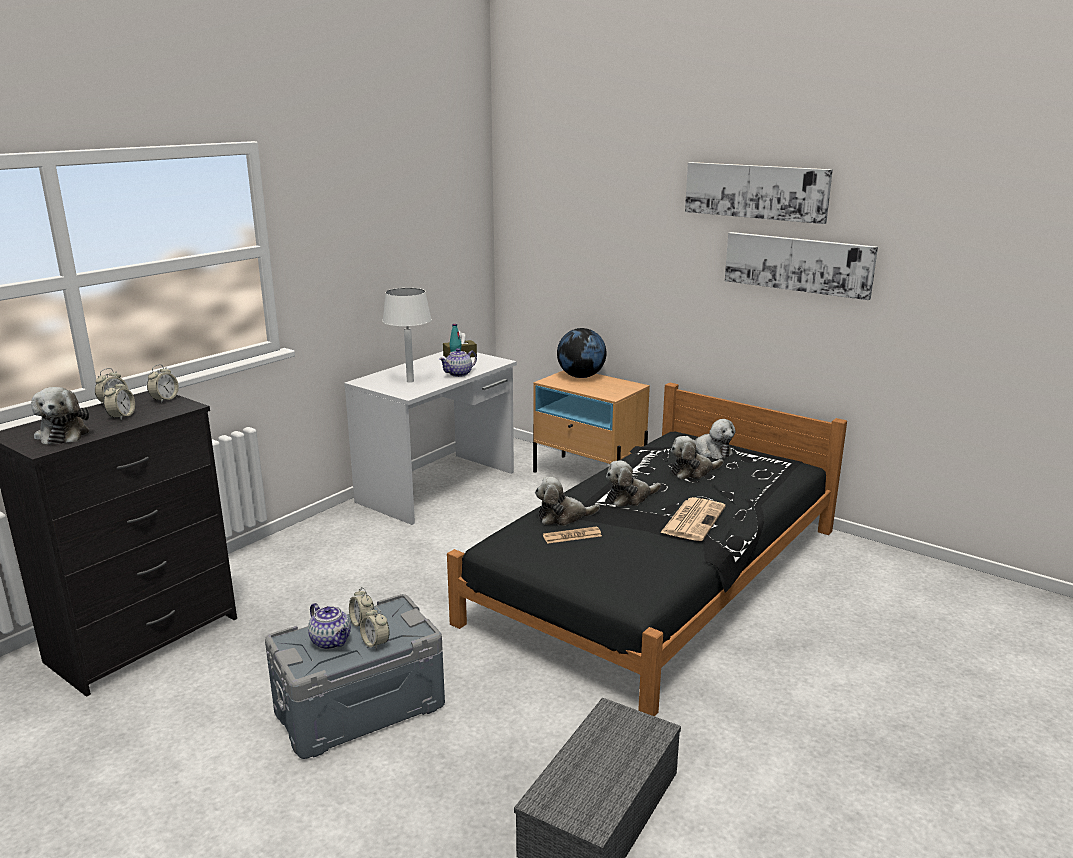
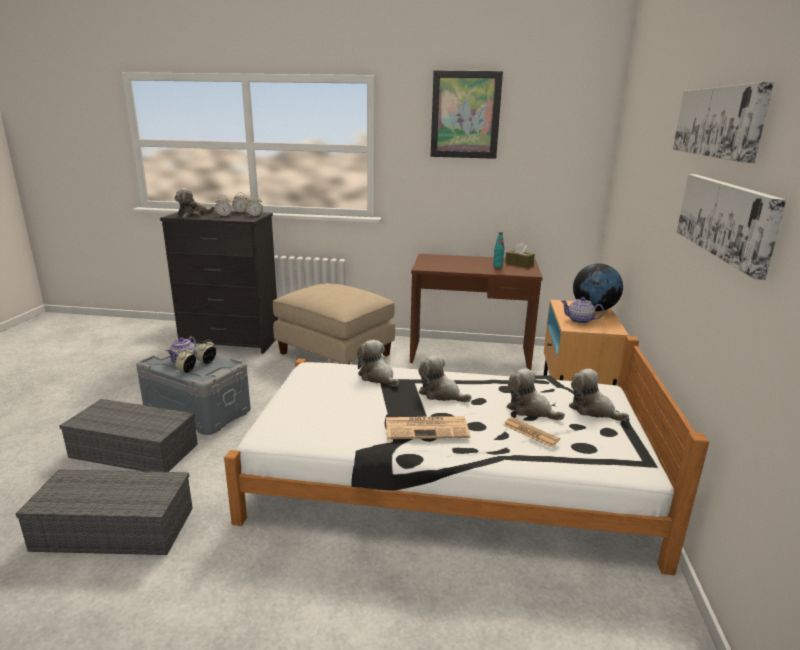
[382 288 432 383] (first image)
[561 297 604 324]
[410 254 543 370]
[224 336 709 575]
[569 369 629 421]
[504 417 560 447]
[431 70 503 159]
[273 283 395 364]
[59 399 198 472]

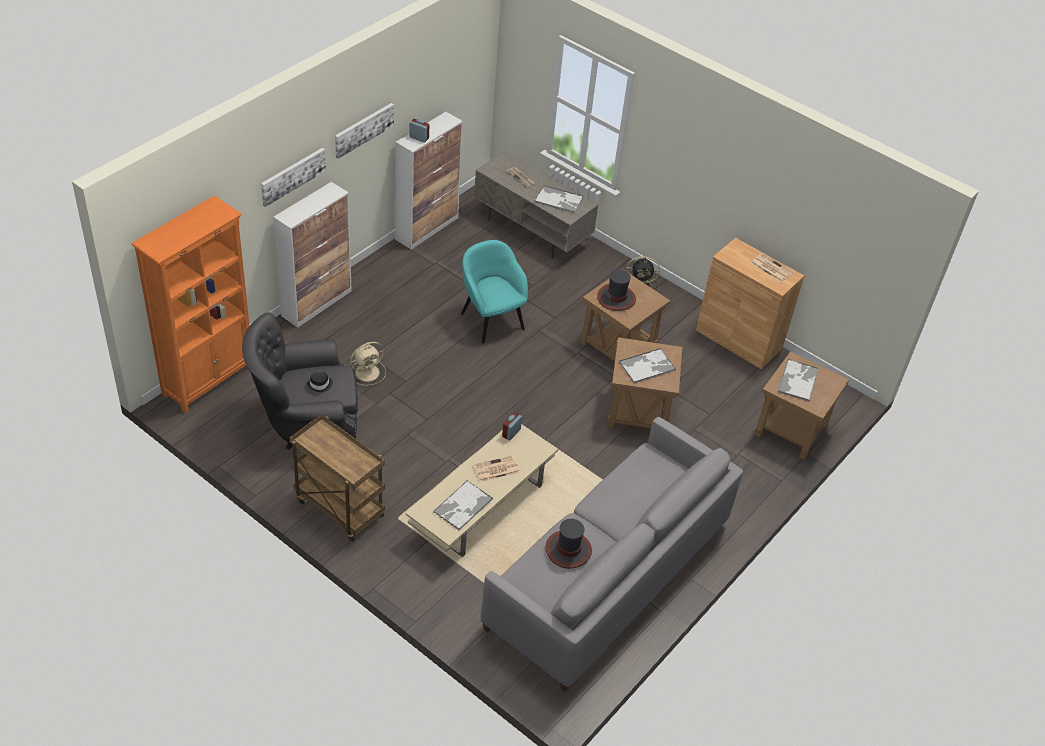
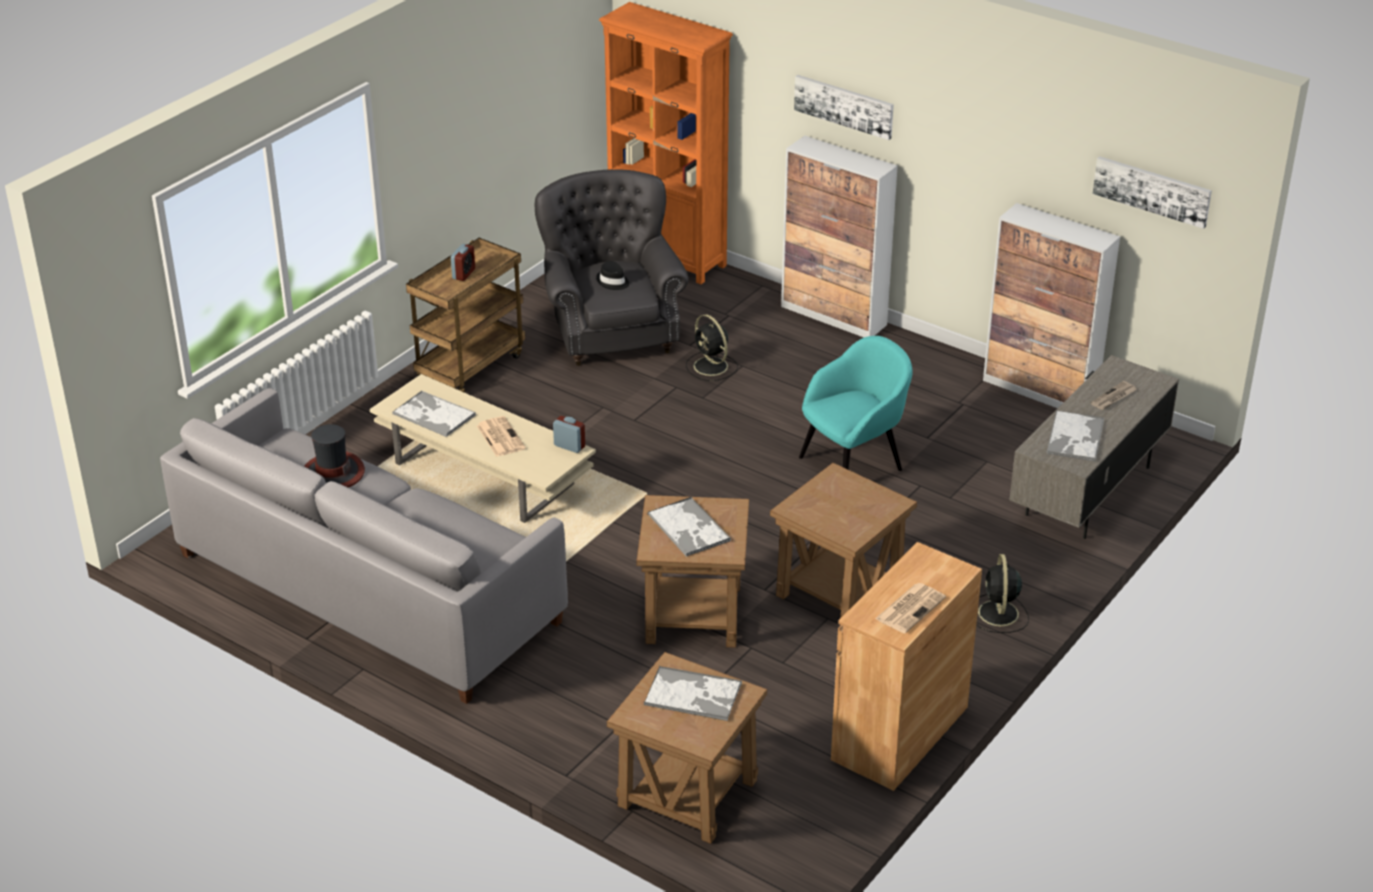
[1093 156 1212 229]
[451 244 475 281]
[597 269 636 311] (first image)
[686 314 738 381]

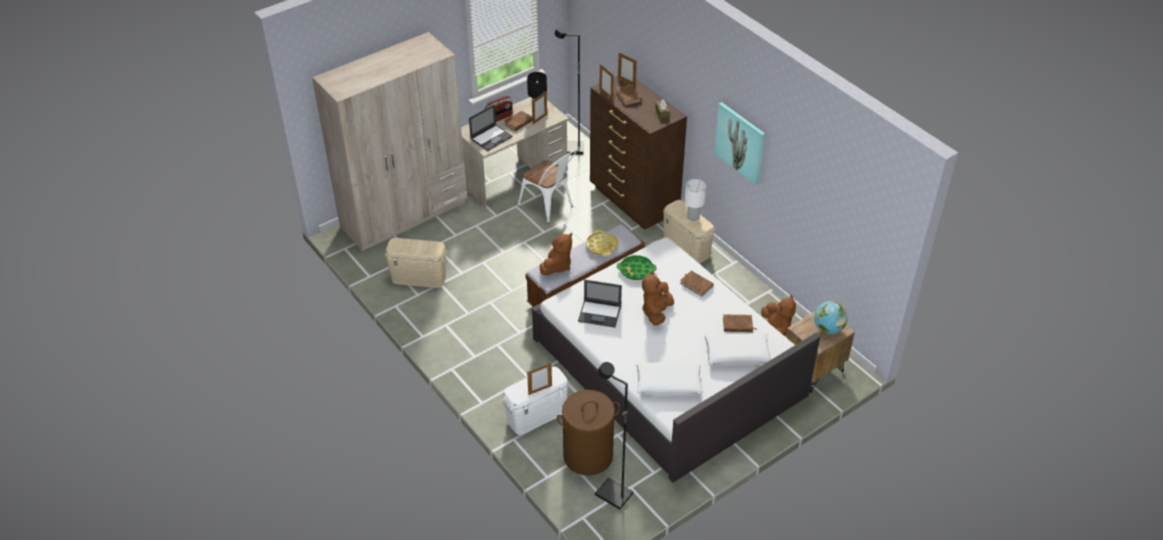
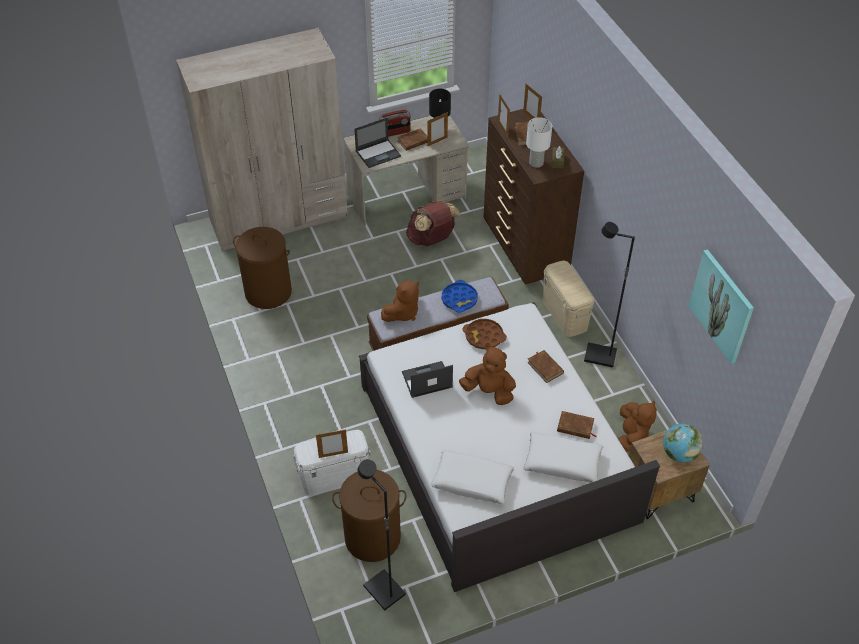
[584 222 635 367]
[689 249 754 364]
[406 201 460 246]
[526 117 552 168]
[442 280 478 312]
[233 227 292 309]
[462 319 507 349]
[459 345 516 405]
[402 361 453 398]

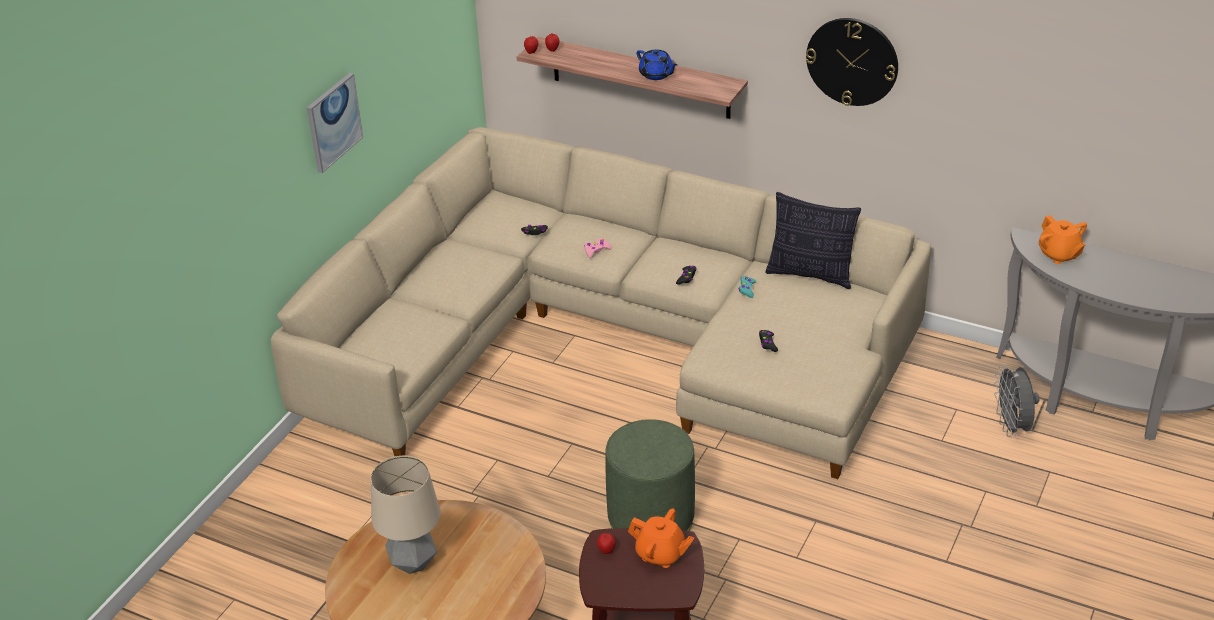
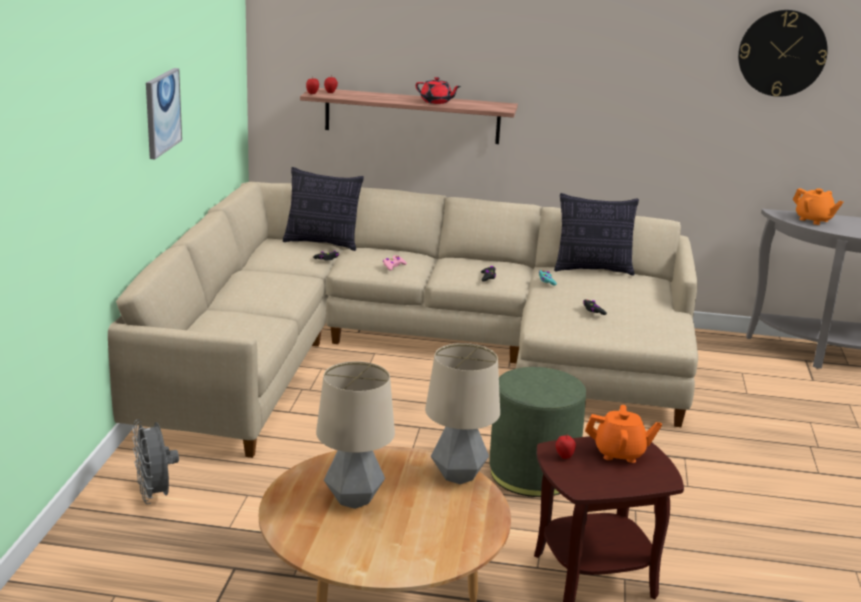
[738 10 828 97]
[416 77 461 104]
[132 419 179 504]
[283 167 364 251]
[425 343 500 484]

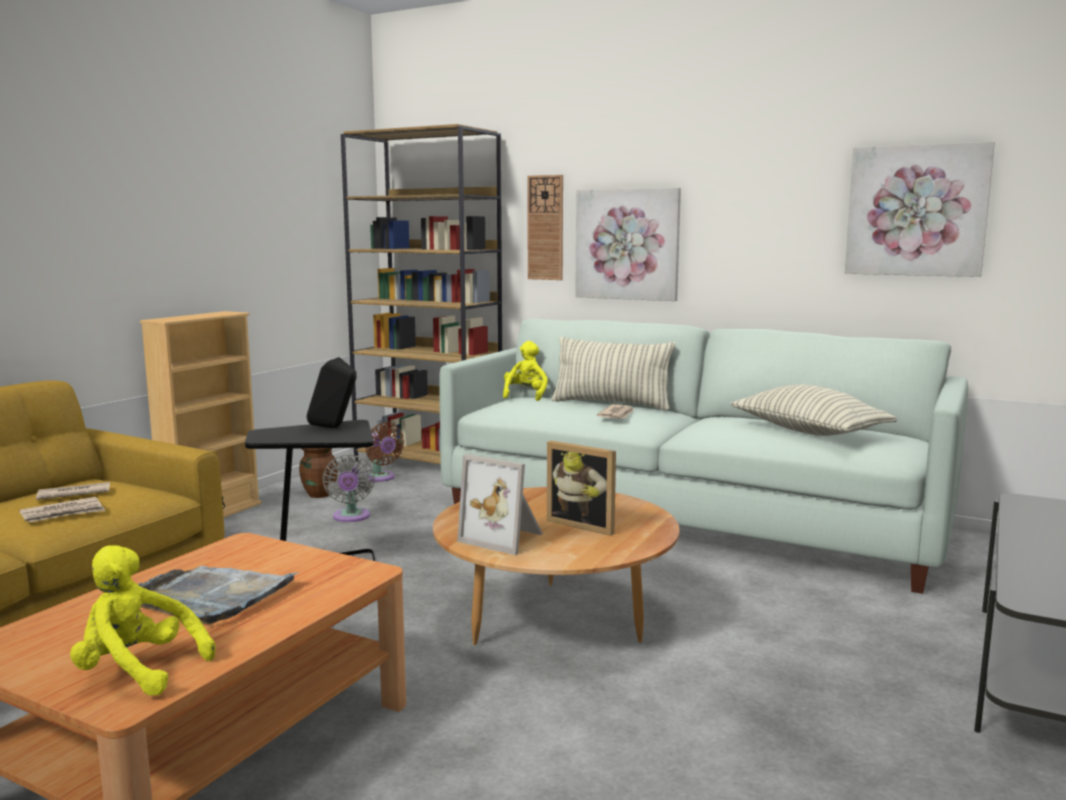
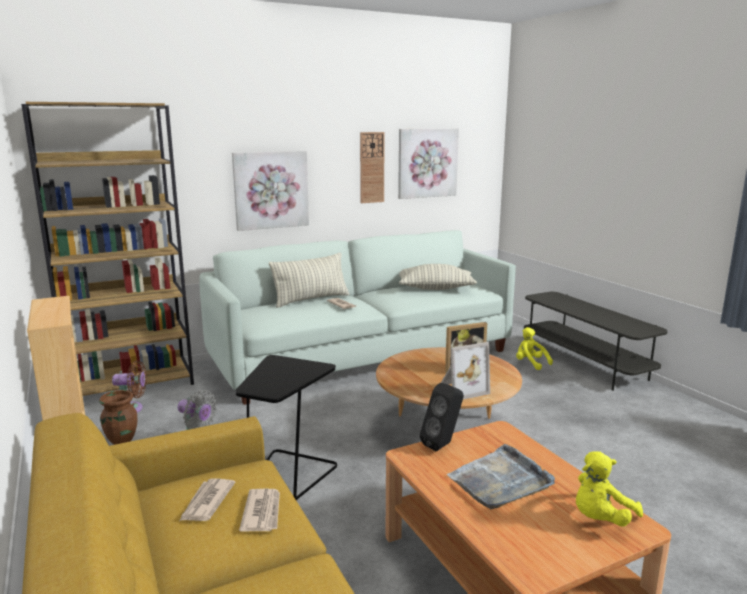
[360 132 385 203]
[516 327 553 370]
[420 383 464 451]

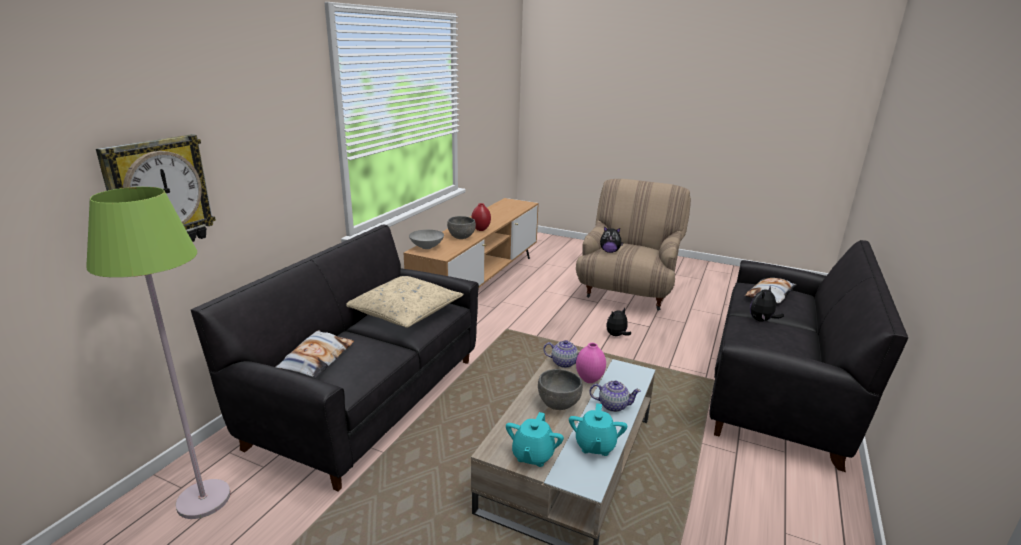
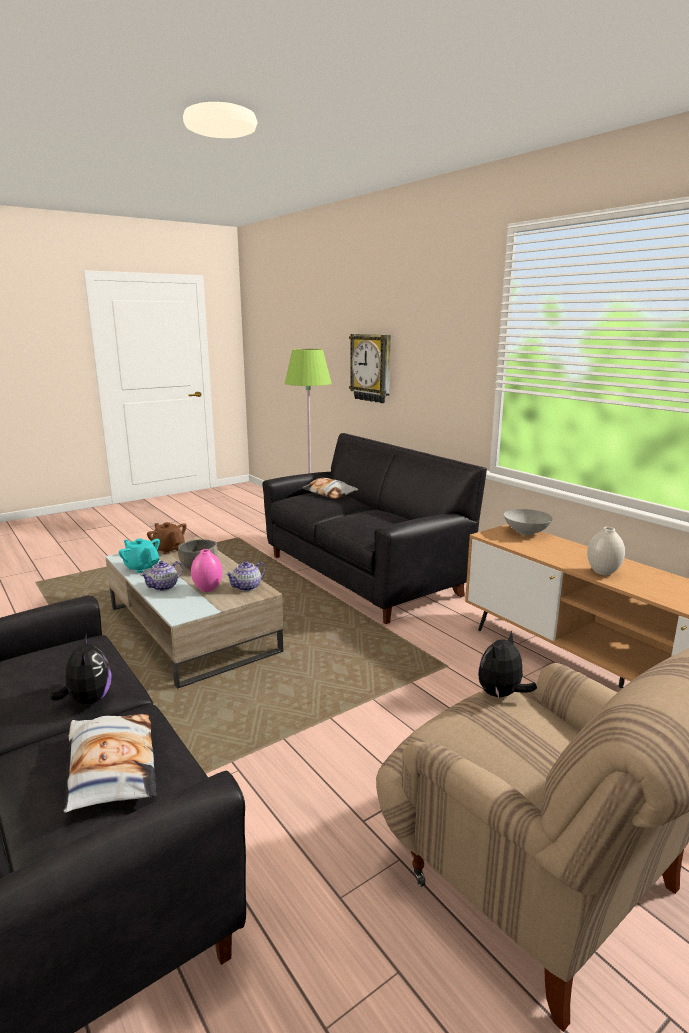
[587 527 625 575]
[447 216 476 239] (first image)
[346 276 464 328] (first image)
[606 308 631 336] (first image)
[147 522 187 554]

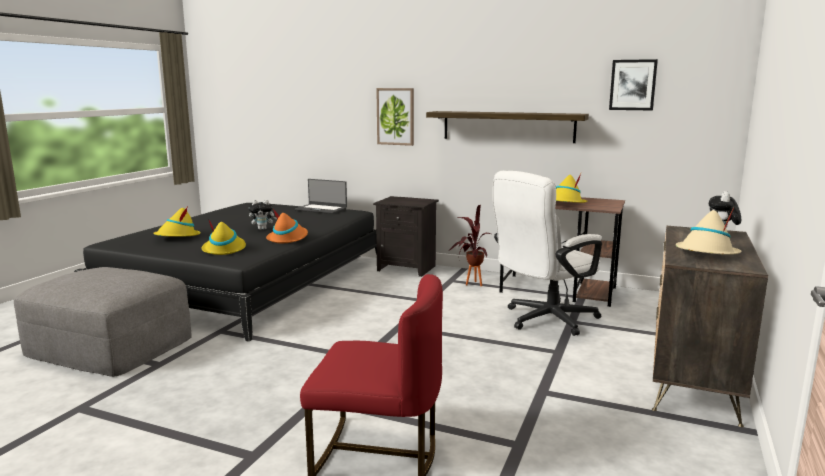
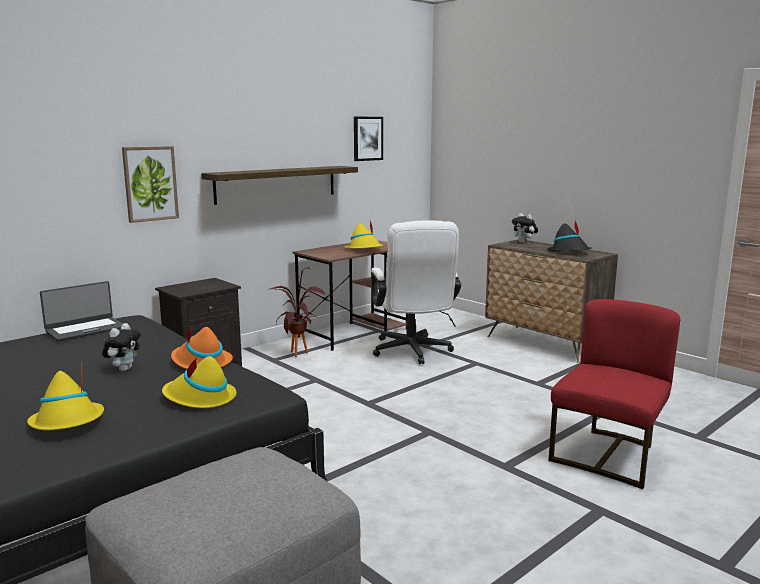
[547 221 592 251]

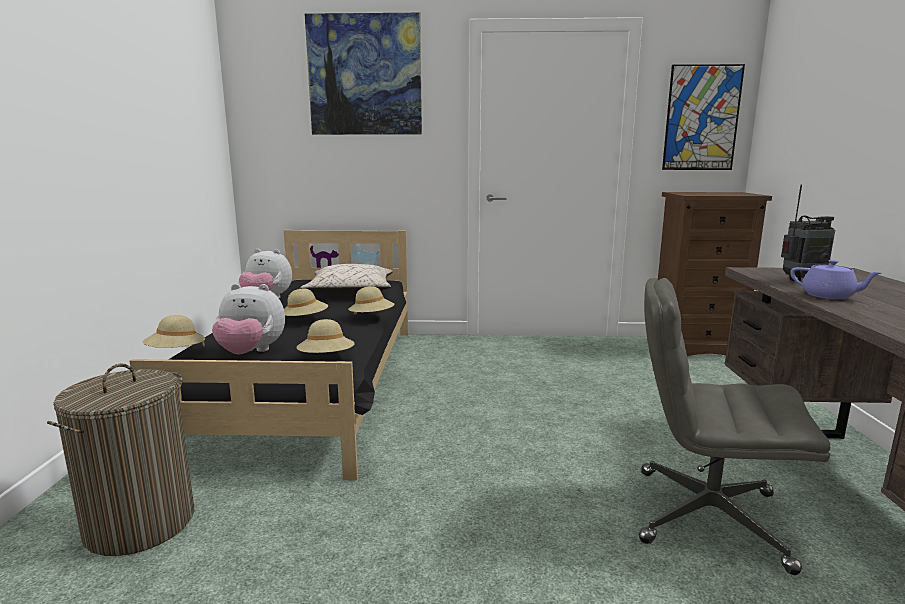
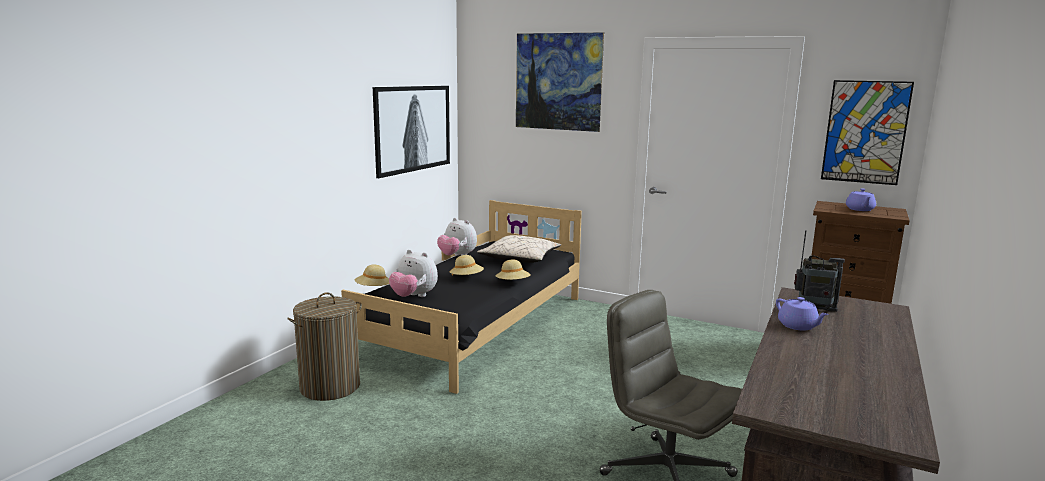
[297 319 355 353] (first image)
[373 86 450 178]
[846 189 876 211]

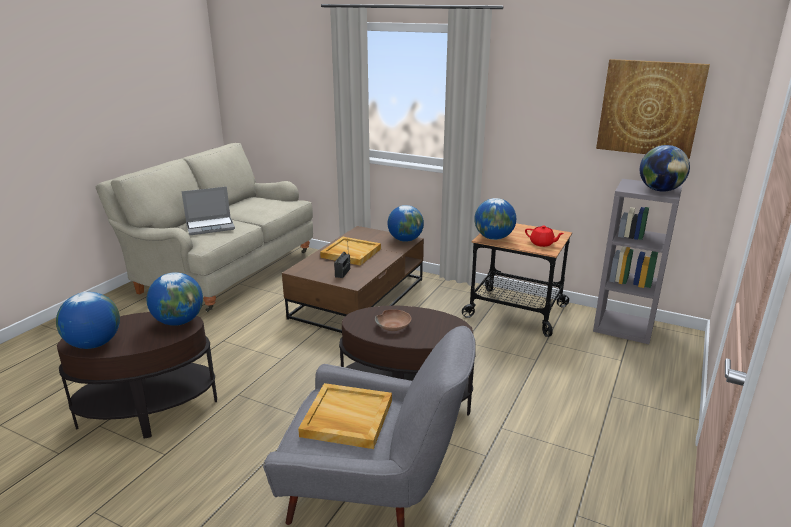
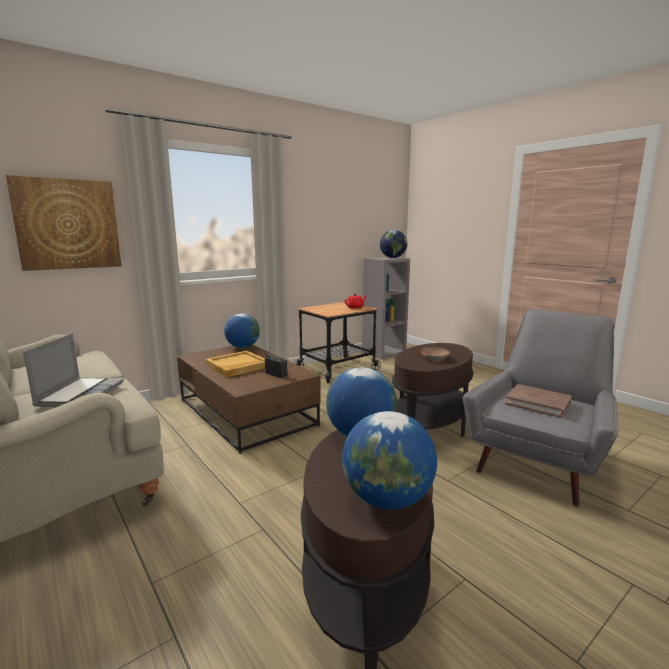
[6 175 121 271]
[474 198 516 240] (first image)
[505 384 572 418]

